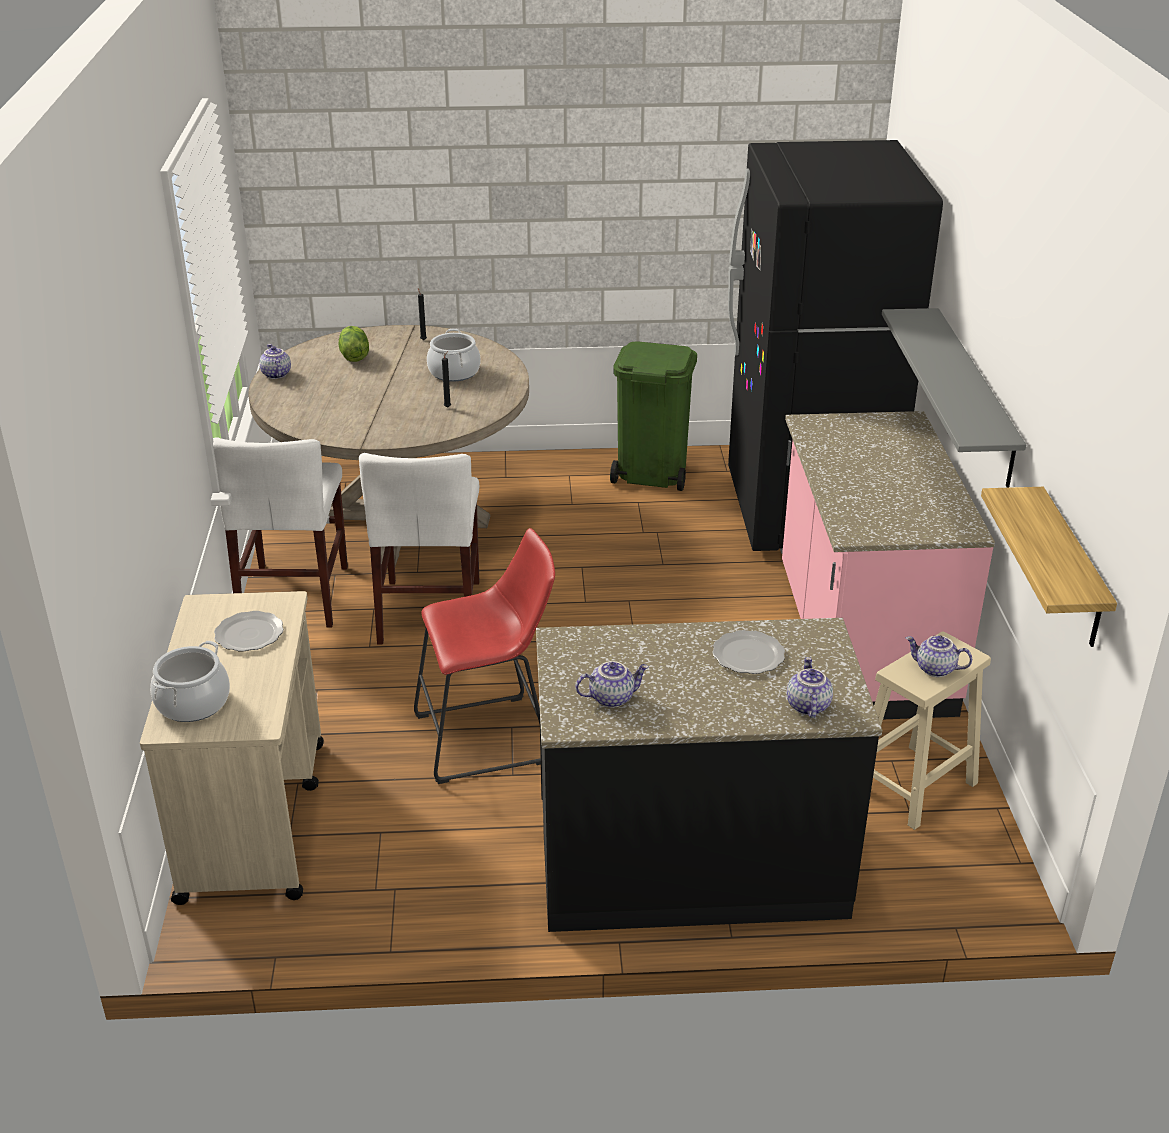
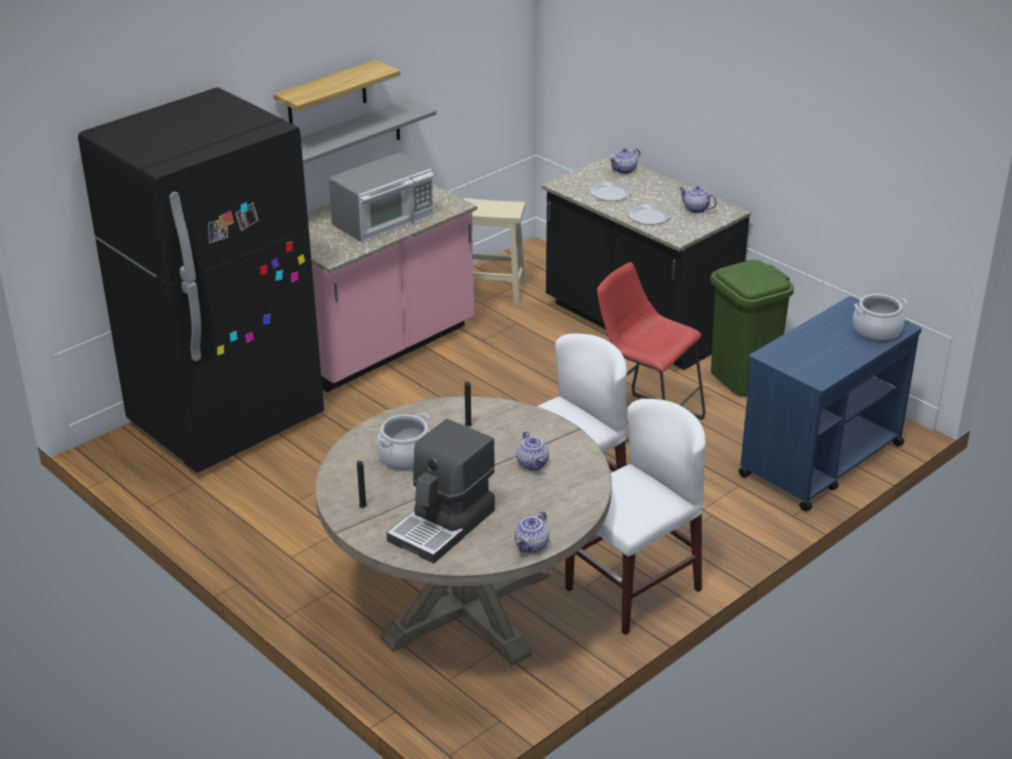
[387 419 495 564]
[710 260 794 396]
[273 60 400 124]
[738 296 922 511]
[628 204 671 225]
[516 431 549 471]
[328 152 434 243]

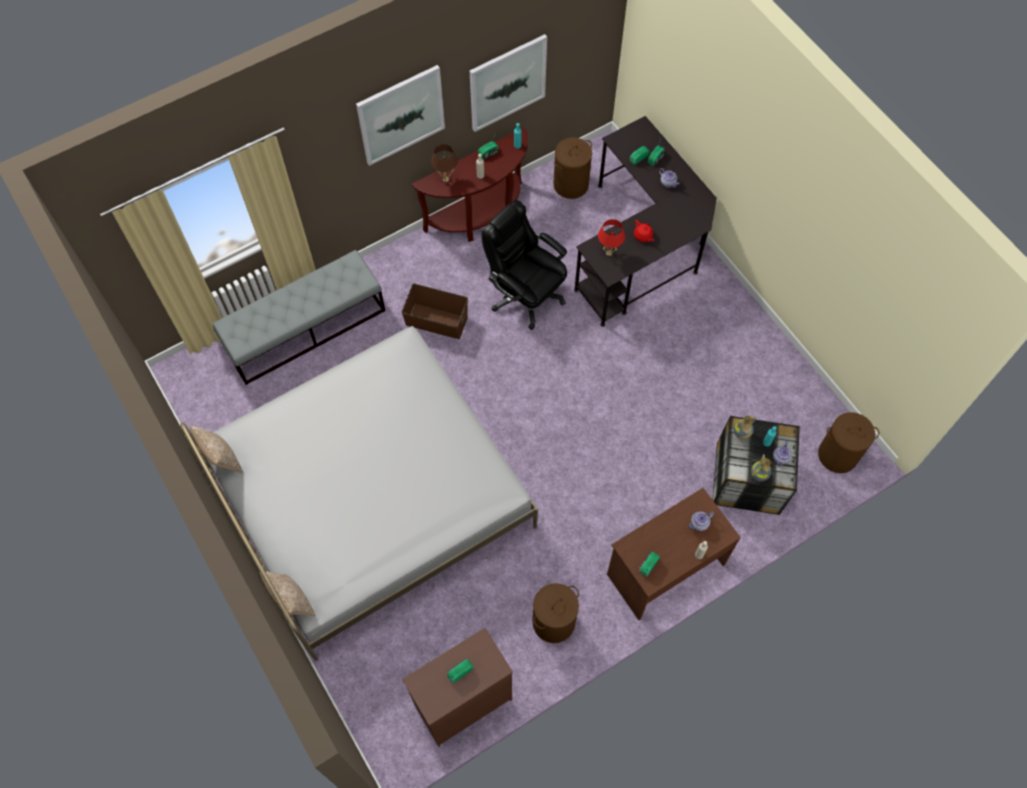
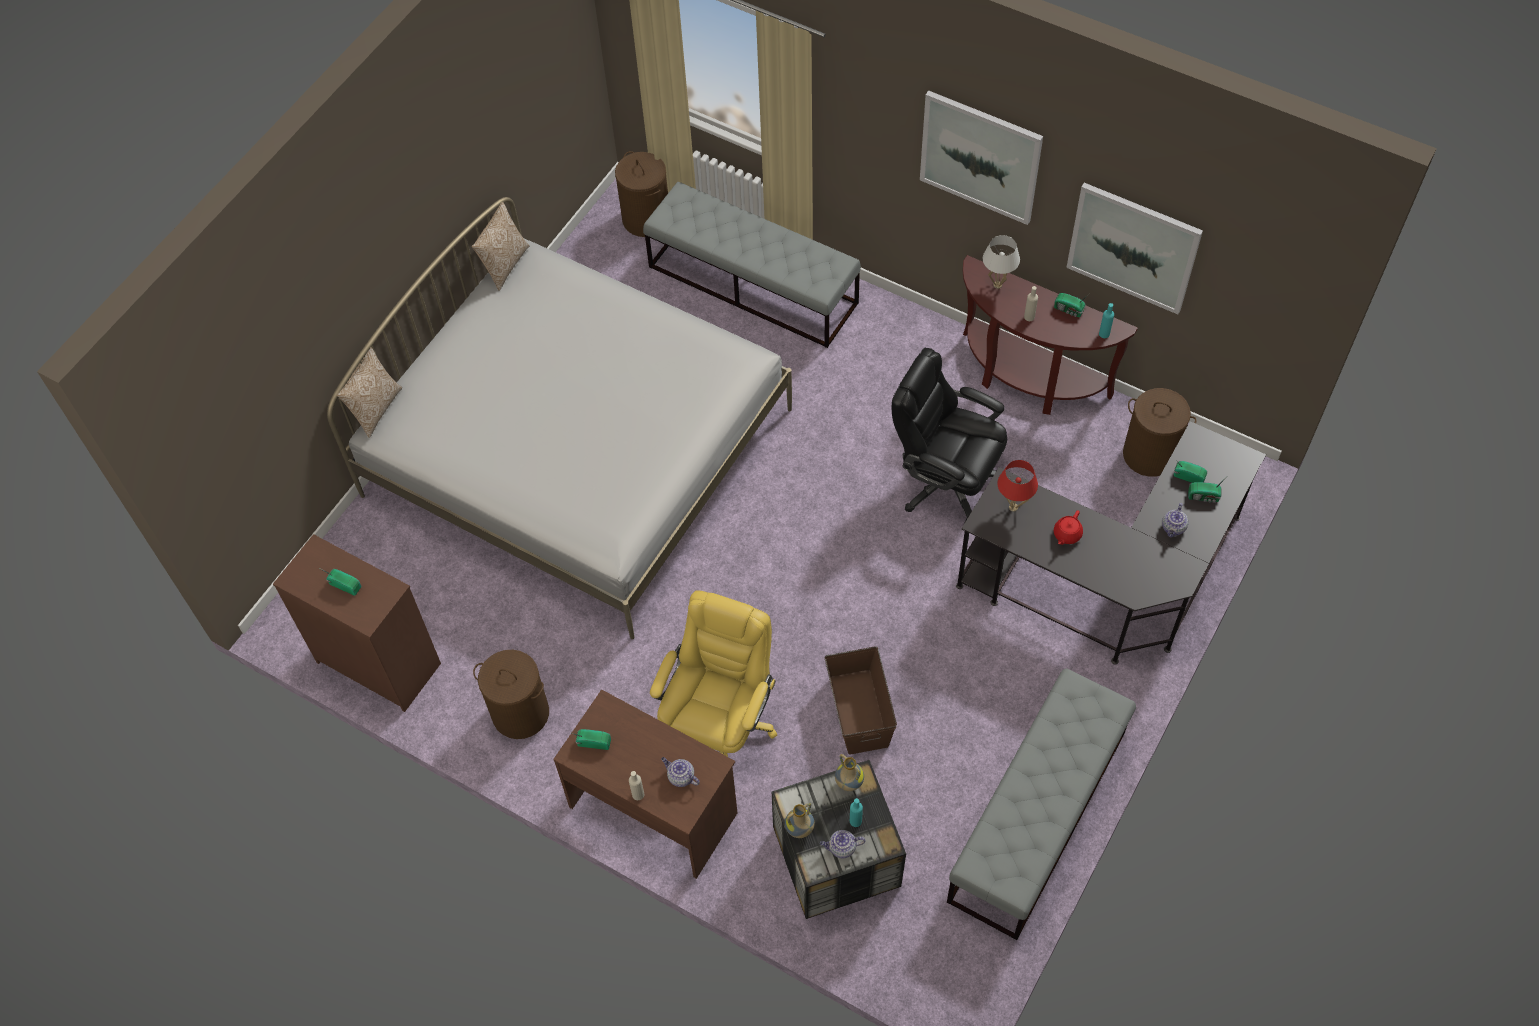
[983 235 1020 289]
[892 348 1007 522]
[825 646 897 755]
[615 151 668 237]
[650 590 777 757]
[947 668 1136 940]

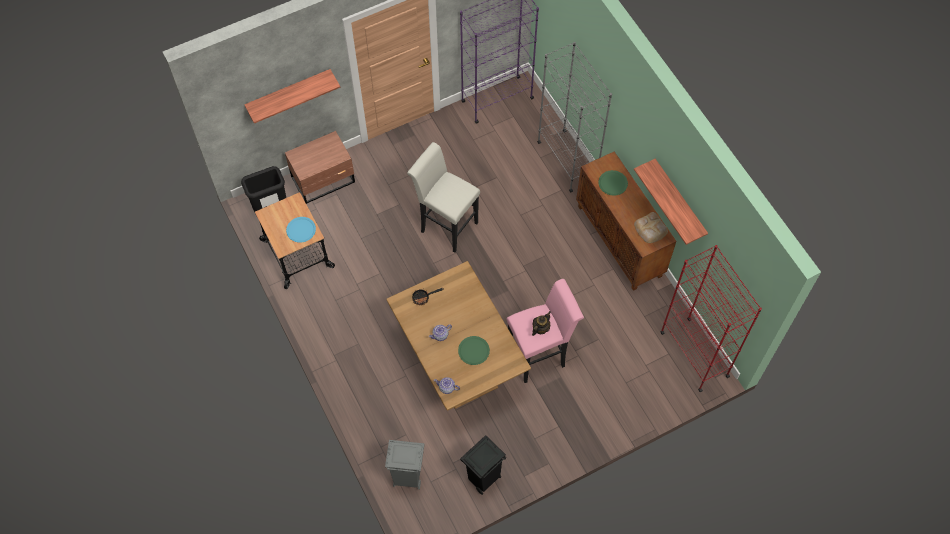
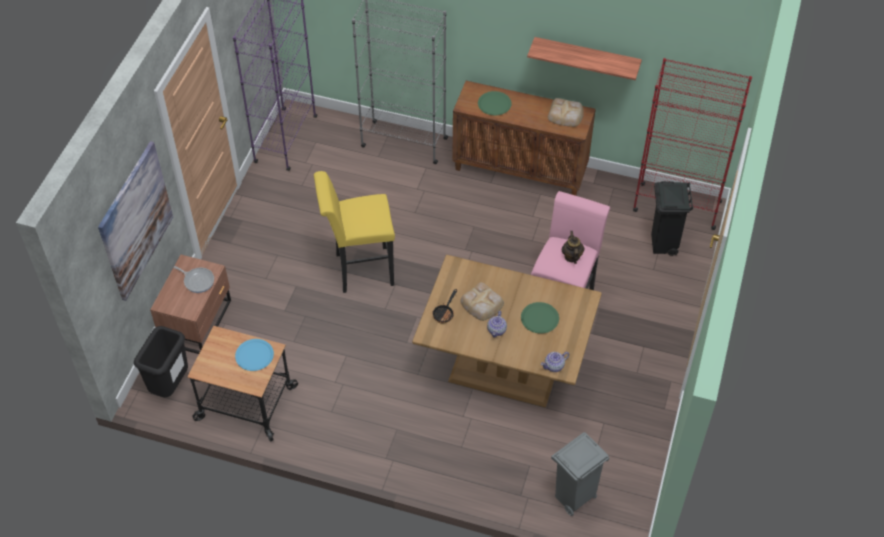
[98 141 173 301]
[314 171 395 293]
[651 181 693 256]
[174 266 214 293]
[460 282 504 321]

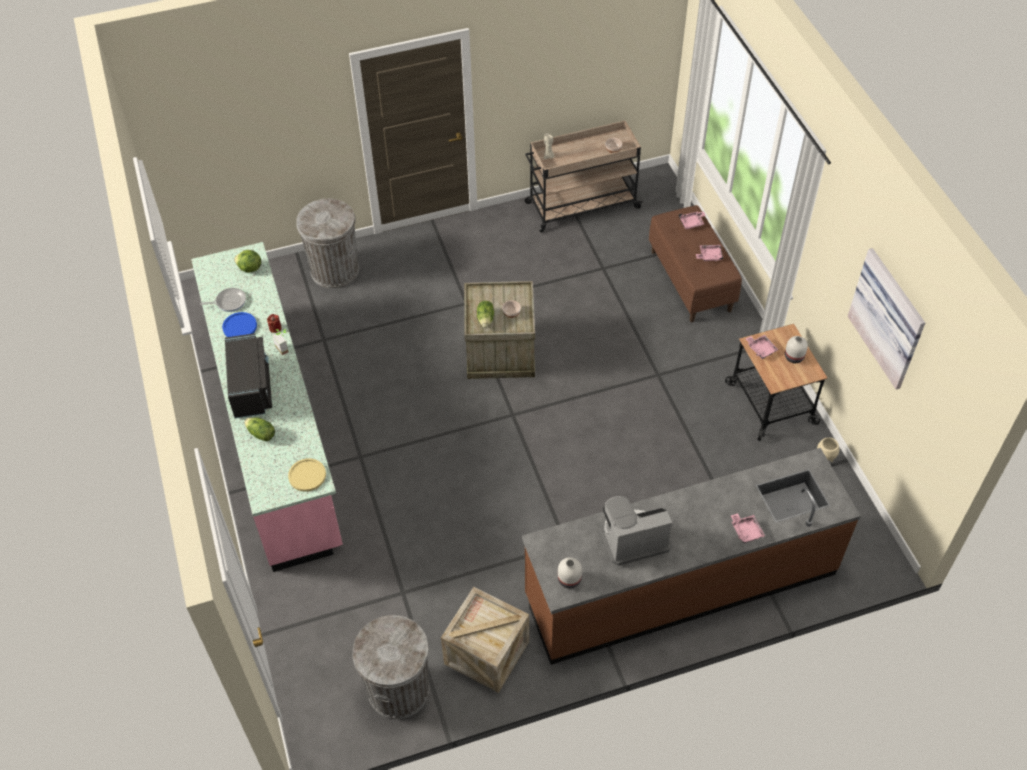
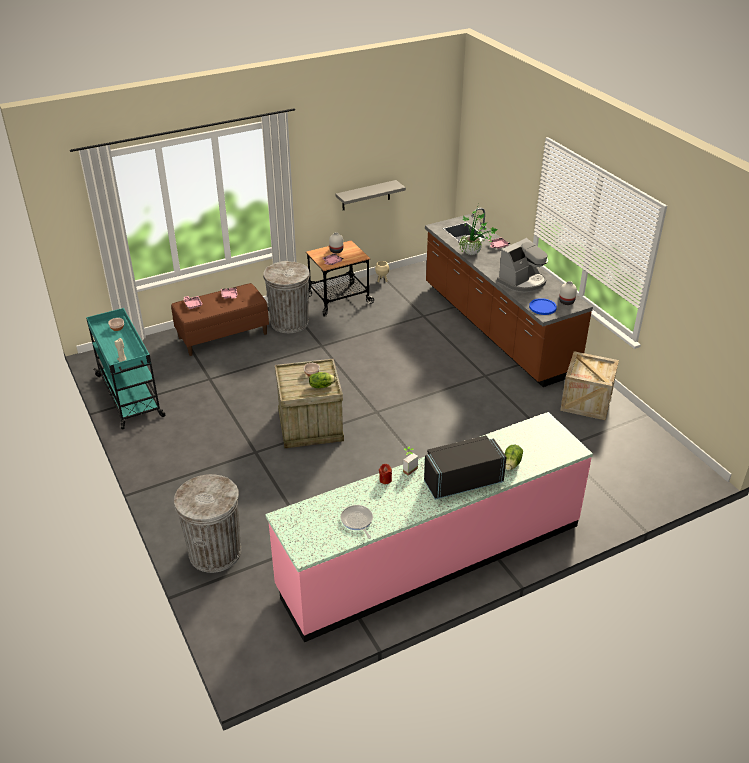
[86 308 165 429]
[848 248 925 389] (first image)
[234 250 261 273] (first image)
[529 298 557 315]
[288 458 326 492] (first image)
[497 238 548 293]
[263 261 310 333]
[336 180 406 210]
[459 207 498 255]

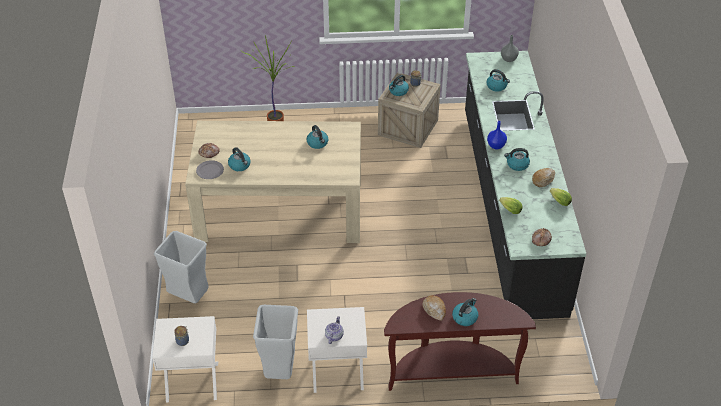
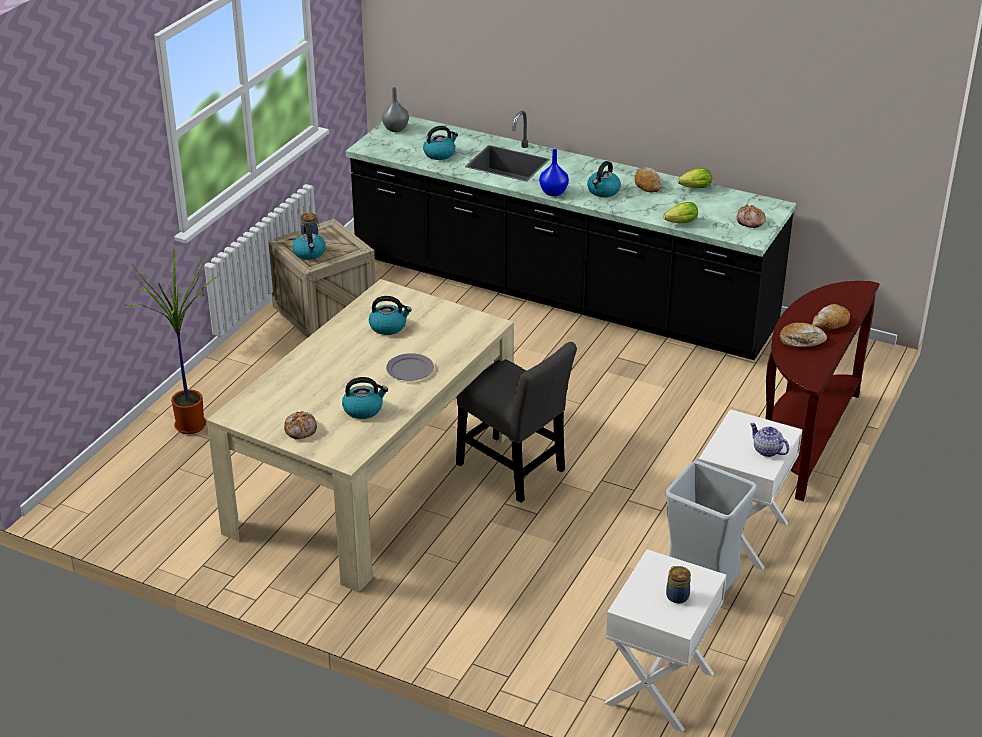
[386 353 434 381]
[154 231 208 303] (first image)
[812 304 850 330]
[456 342 577 503]

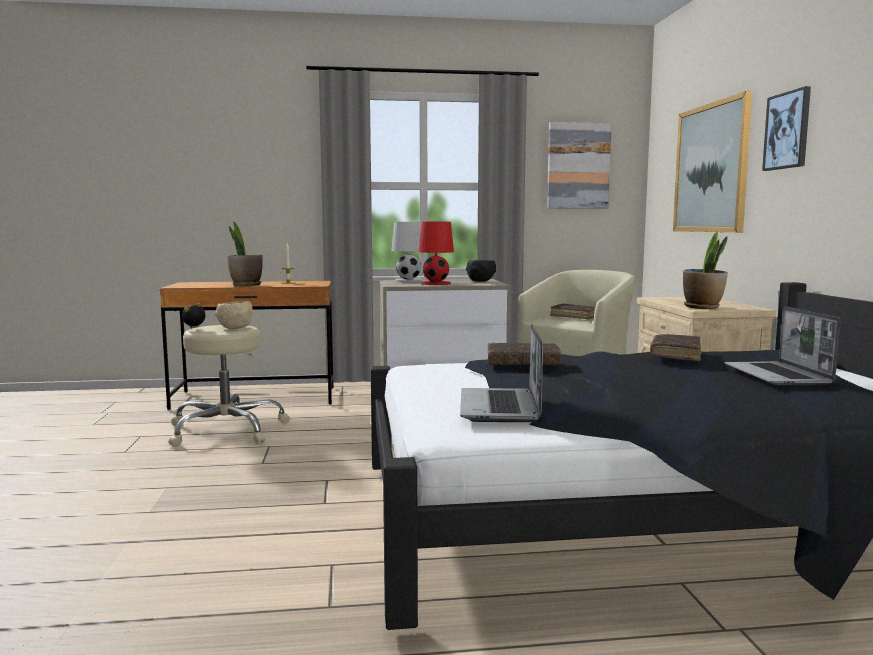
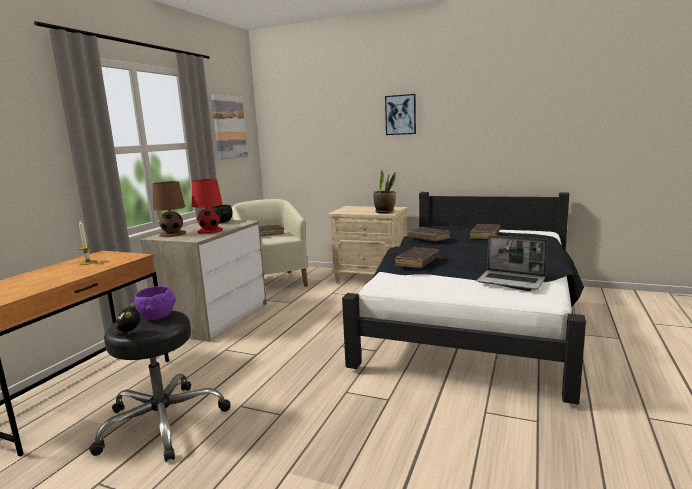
[673 91 753 232] (first image)
[227 221 263 286] (first image)
[152 181 186 237]
[134 286 176 320]
[470 224 500 239]
[89 311 231 462]

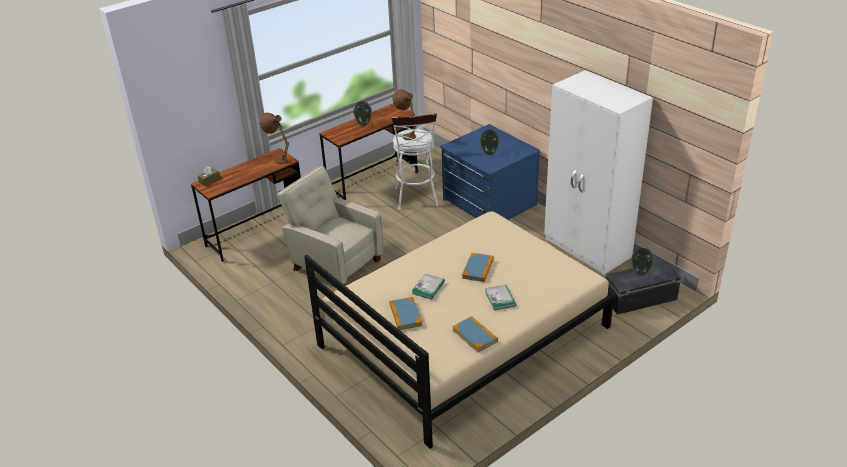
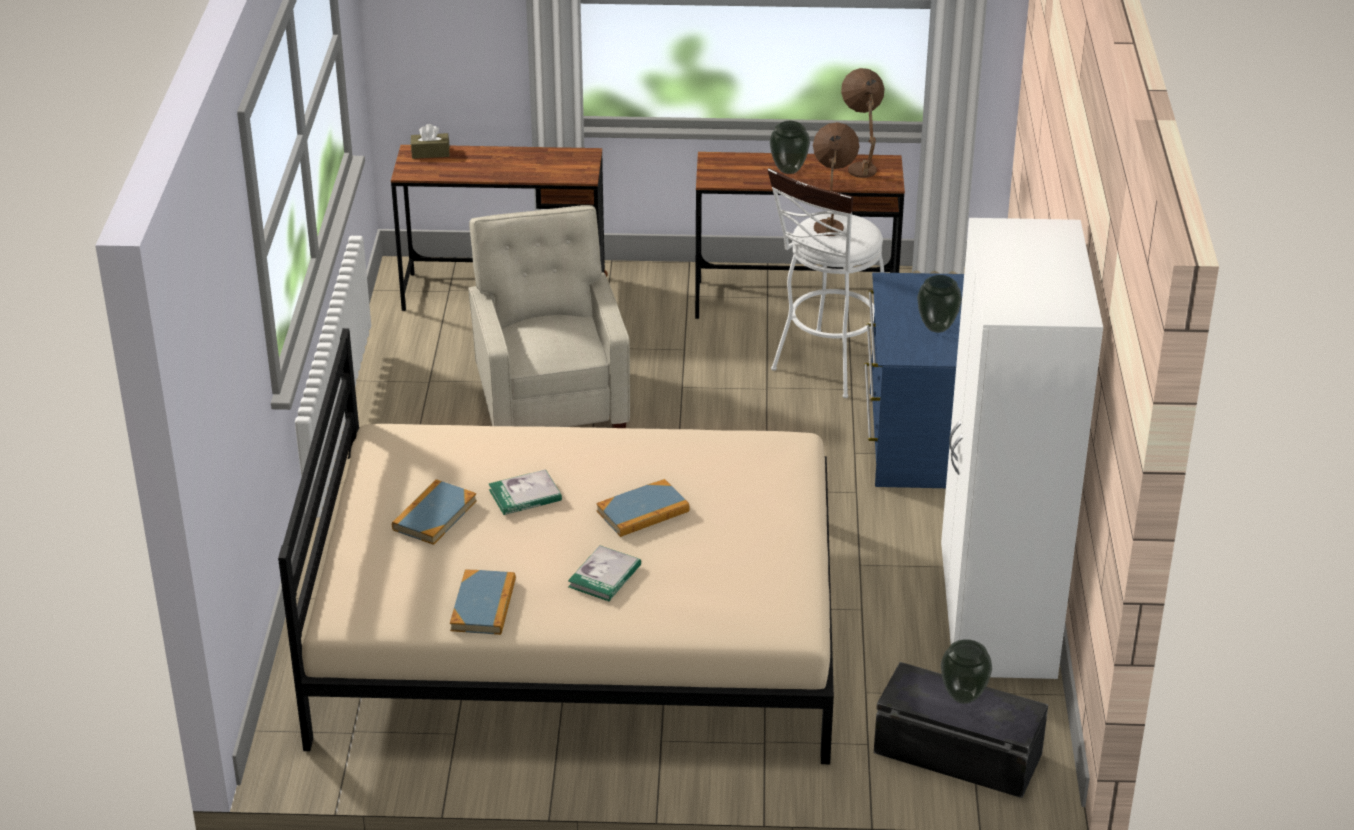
[841 68 885 178]

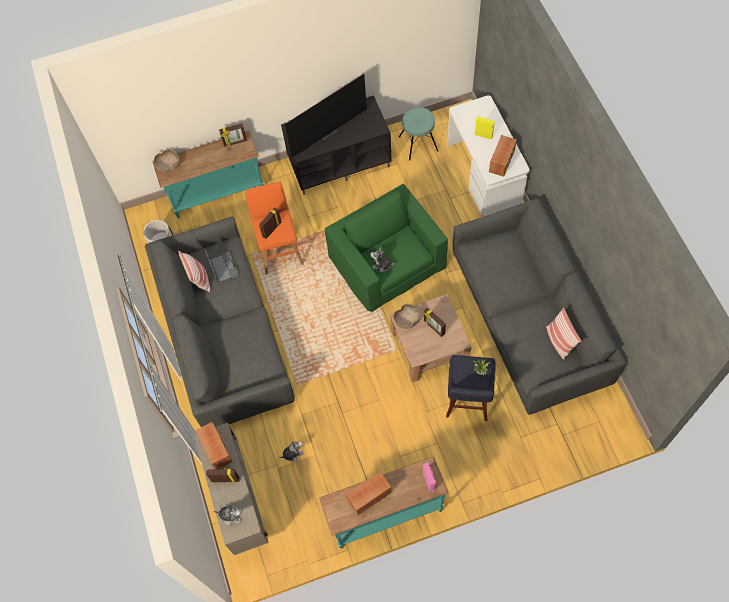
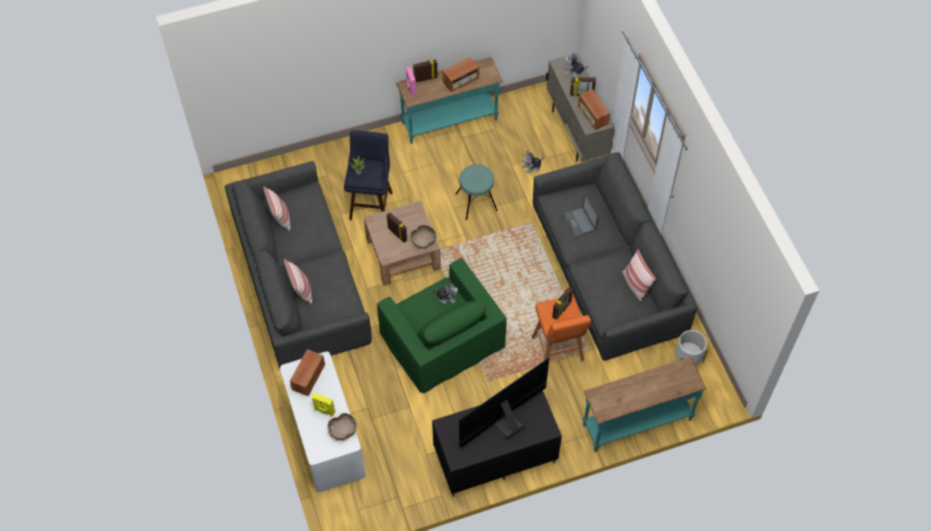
[456 164 498 220]
[413 60 438 83]
[328 413 357 440]
[563 194 598 237]
[284 259 312 305]

